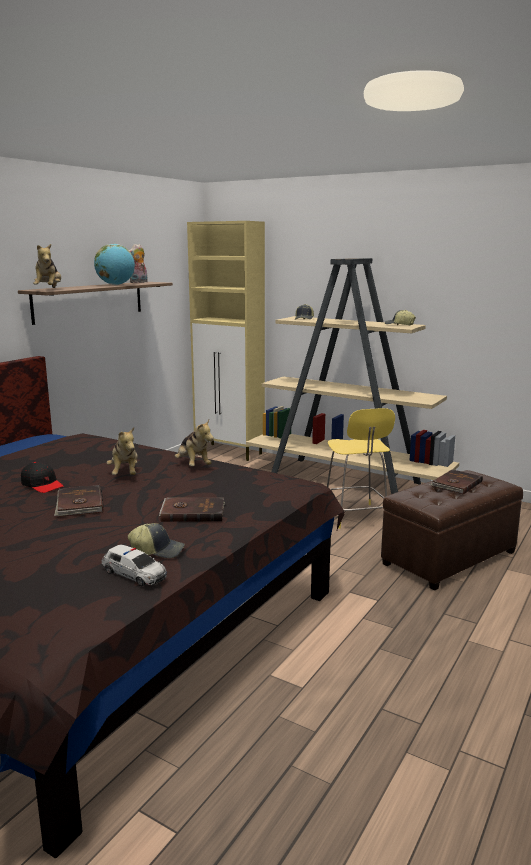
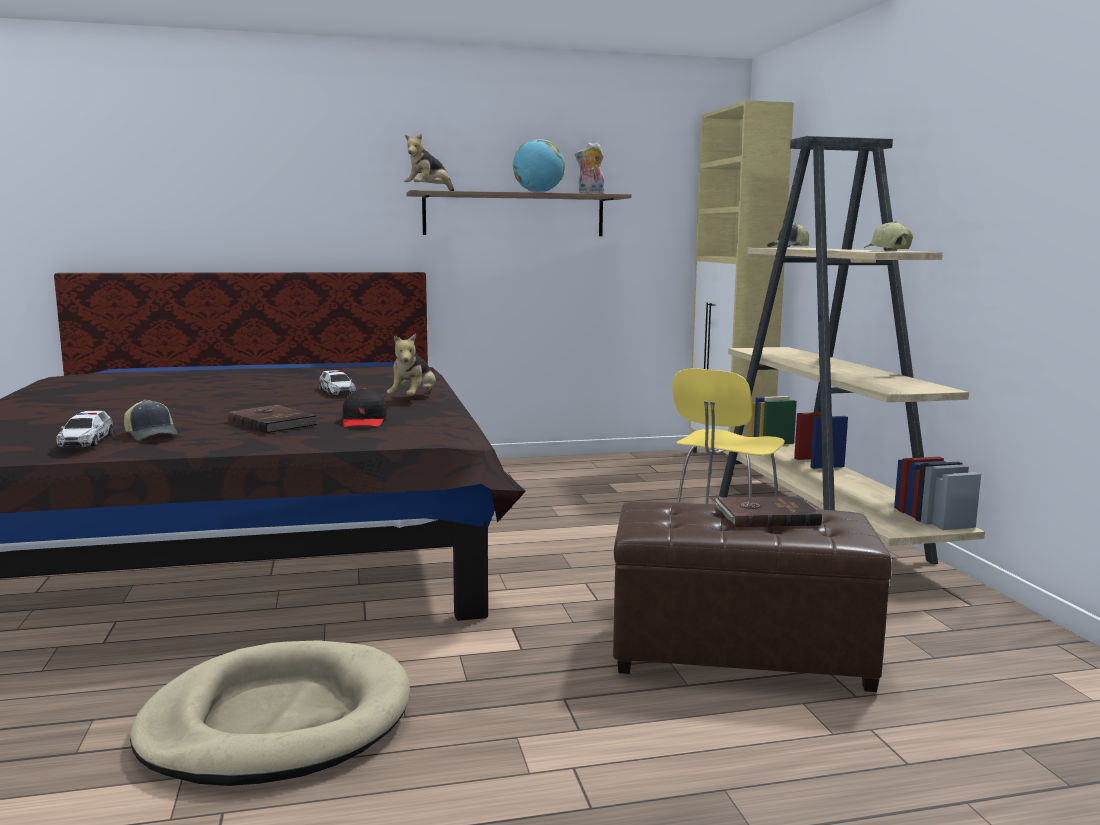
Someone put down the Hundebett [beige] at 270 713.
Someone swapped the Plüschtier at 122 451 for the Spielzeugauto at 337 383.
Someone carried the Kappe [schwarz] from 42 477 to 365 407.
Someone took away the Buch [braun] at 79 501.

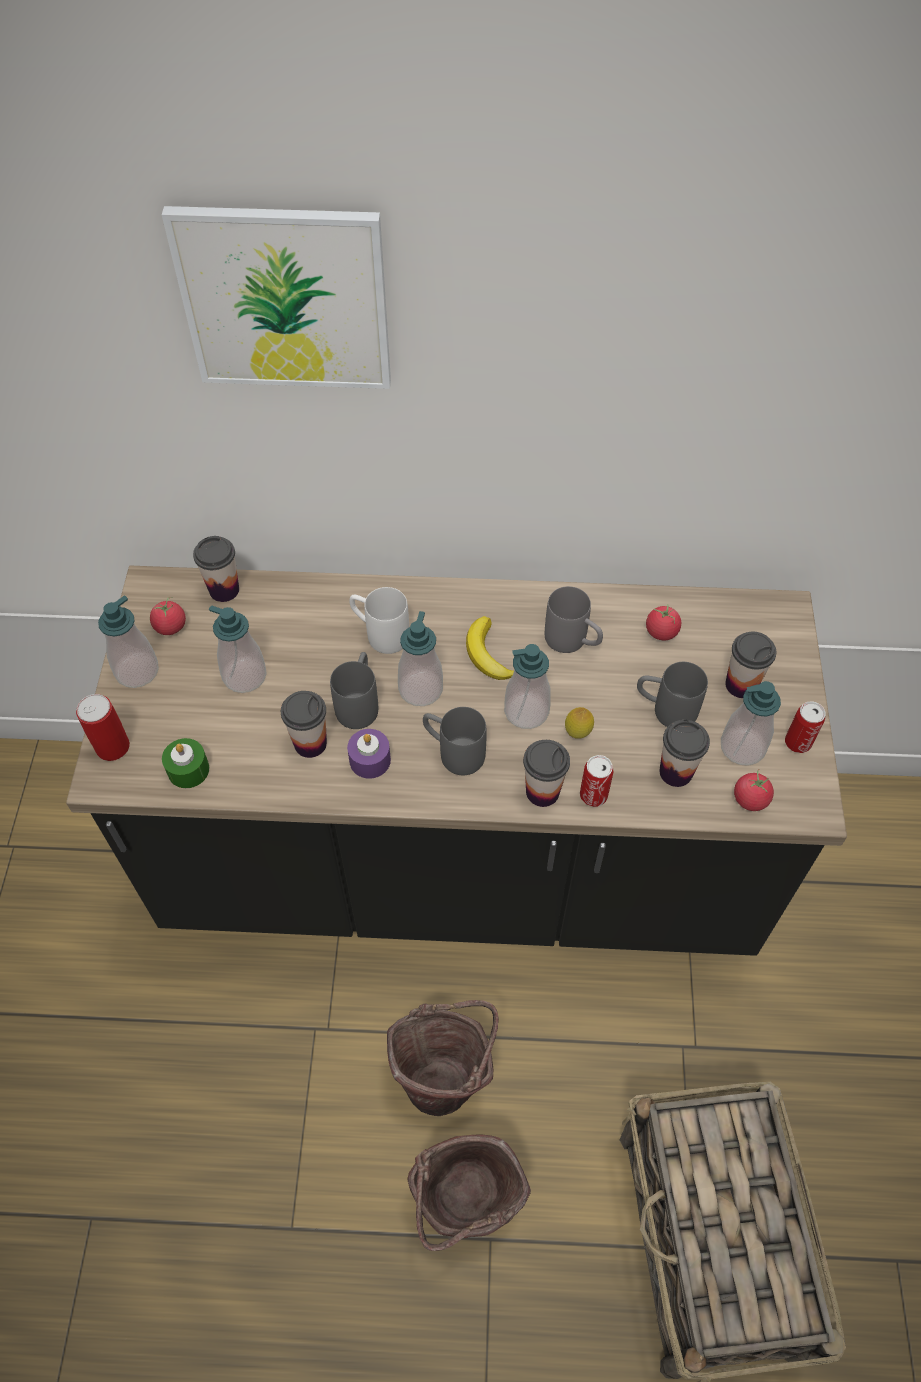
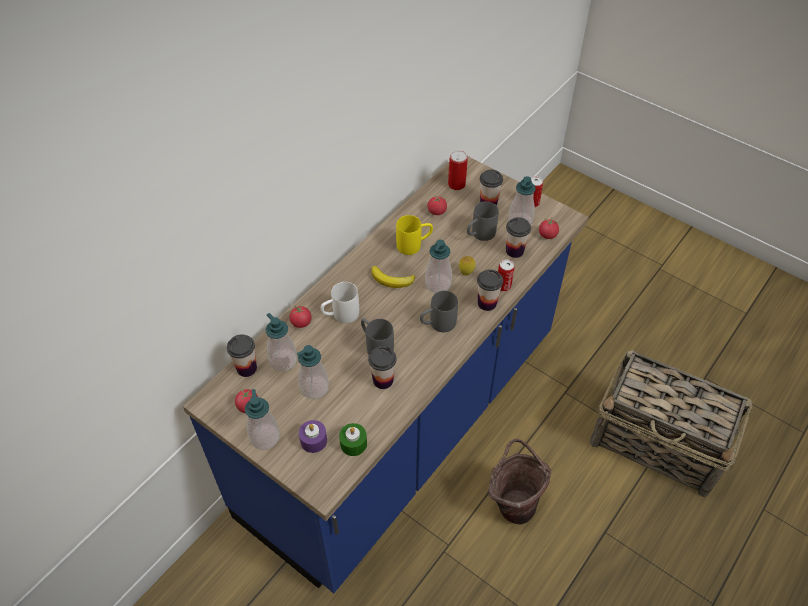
Someone repainted the Küchenzeile [schwarz] at 456 761, which became the Küchenzeile [blau] at 385 374.
Someone carried the Seifenspender from 420 658 to 281 342.
Someone put down the Tomate at 300 316.
Someone carried the Kerze [lila] from 369 754 to 313 436.
Someone repainted the Henkelbecher [grau] at 574 619, which became the Henkelbecher [gelb] at 414 235.
Someone carried the Dose from 103 727 to 458 170.
Someone took away the Bild at 276 297.
Someone took away the Eimer [braun] at 469 1193.

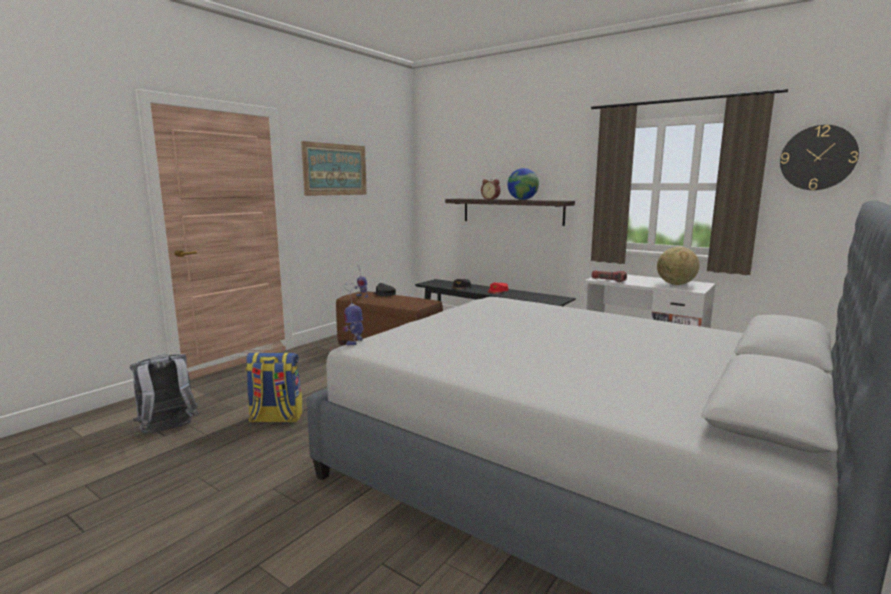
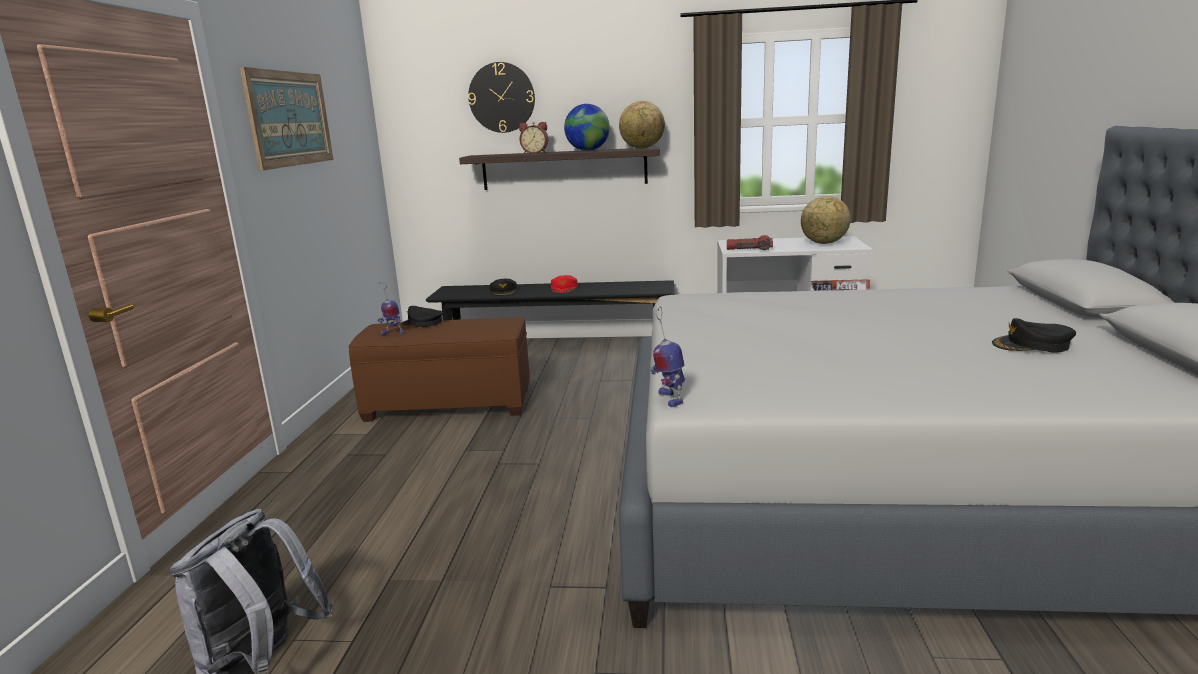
Someone carried the Wanduhr from 819 157 to 501 97.
Someone put down the Globus at 642 125.
Someone put down the Kappe [schwarz] at 1034 335.
Someone took away the Rucksack at 273 387.

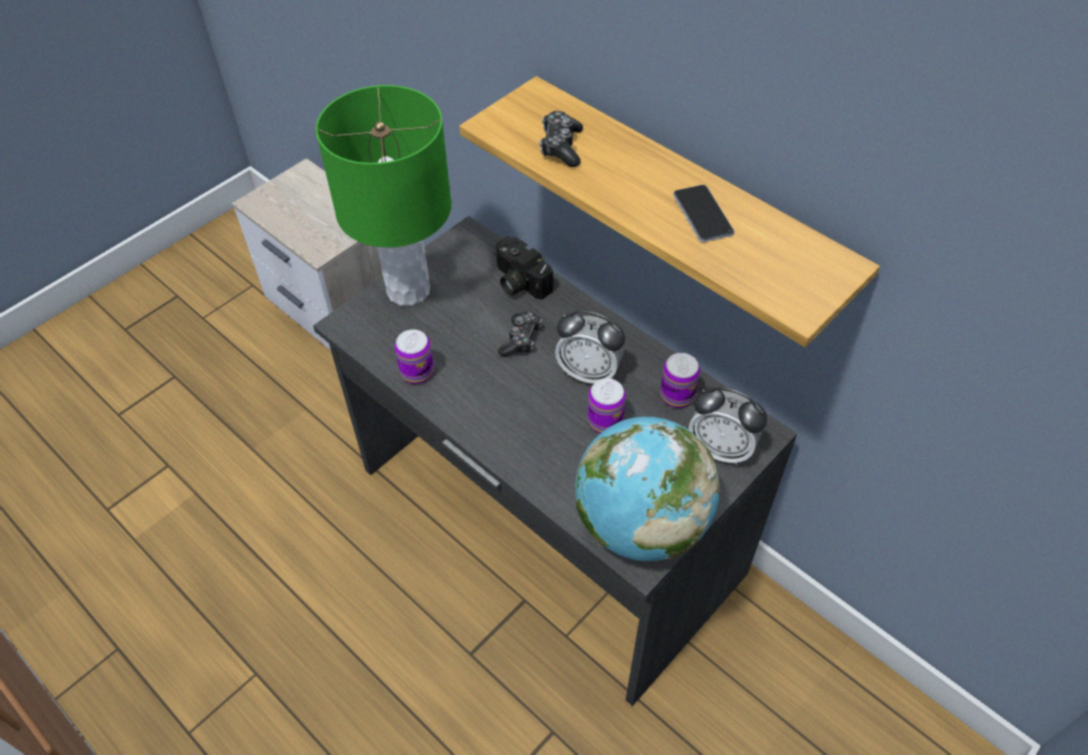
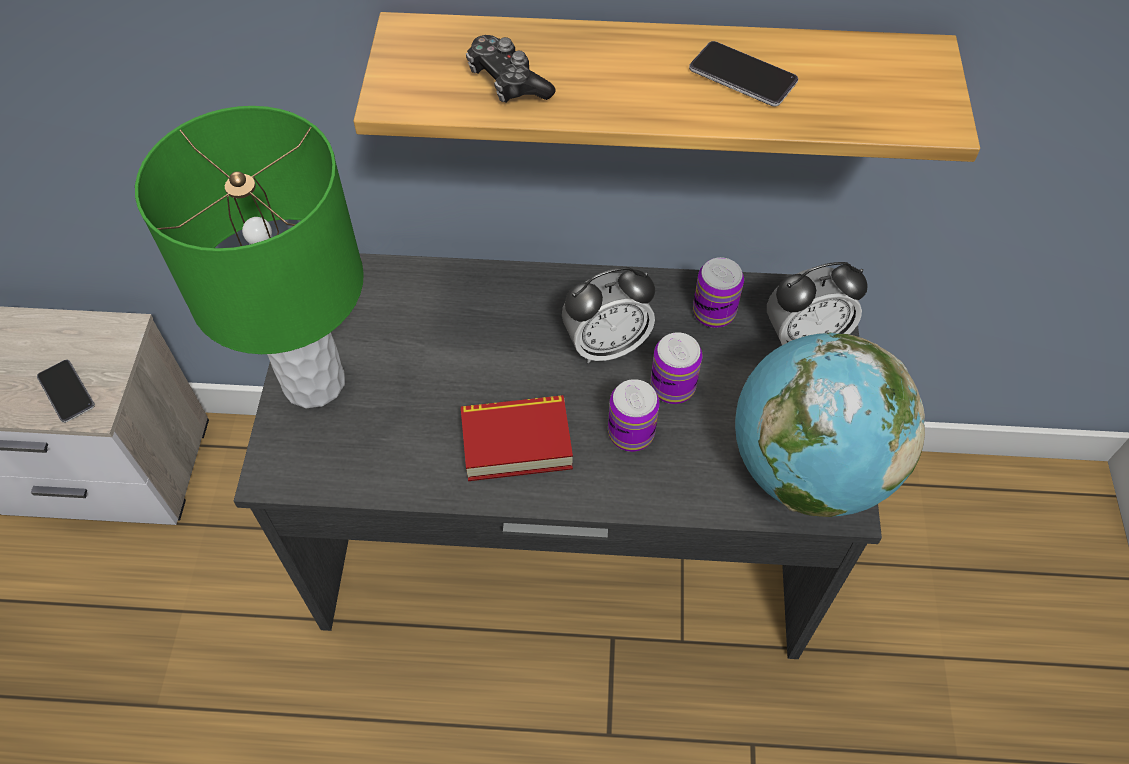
Someone put down the Handy at 66 391.
Someone put down the Buch at 517 438.
Someone carried the Dose from 414 356 to 634 415.
Someone took away the Kamera at 523 268.
Someone took away the Gamepad at 520 334.

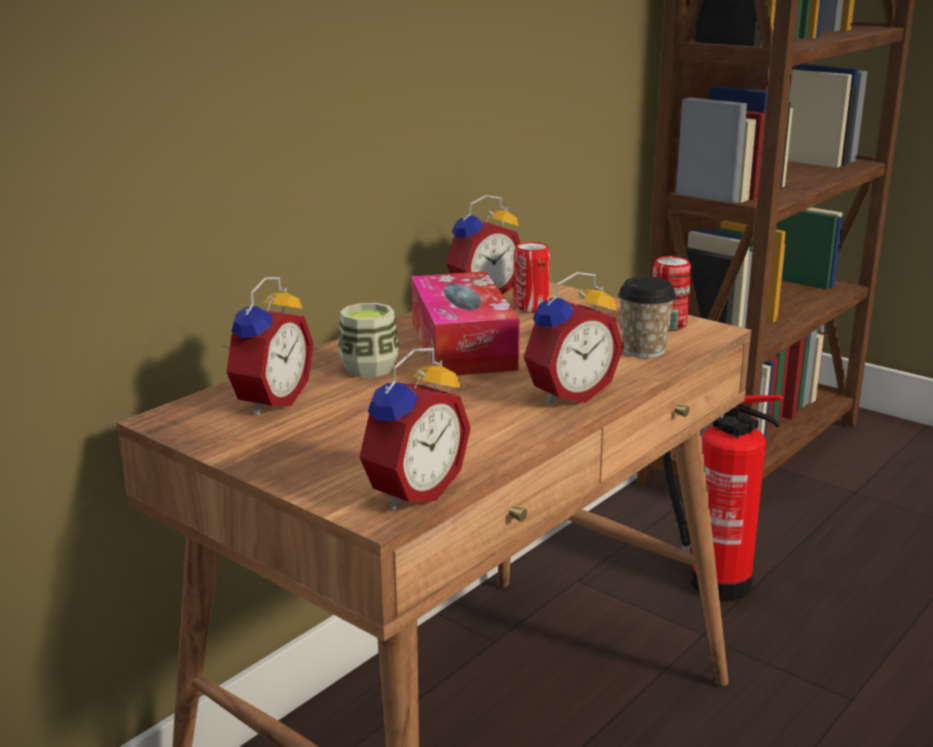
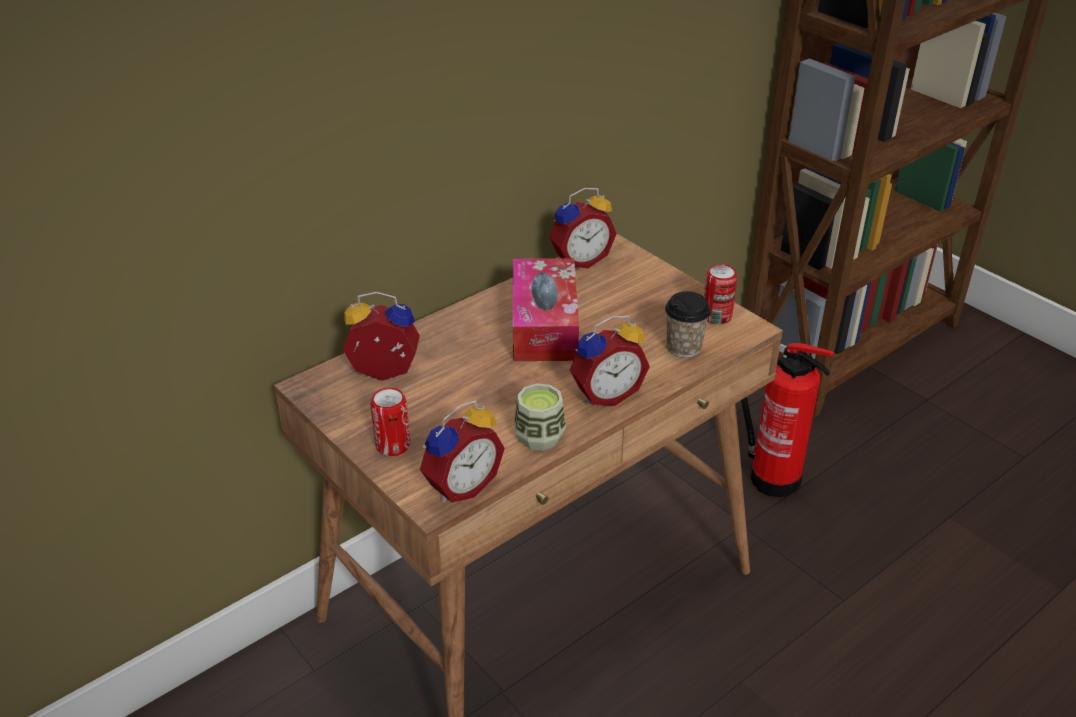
Someone rotated the Wecker at 268 346 by 120 degrees counterclockwise.
Someone carried the Dose from 531 277 to 390 422.
Someone carried the Tasse from 369 340 to 540 417.

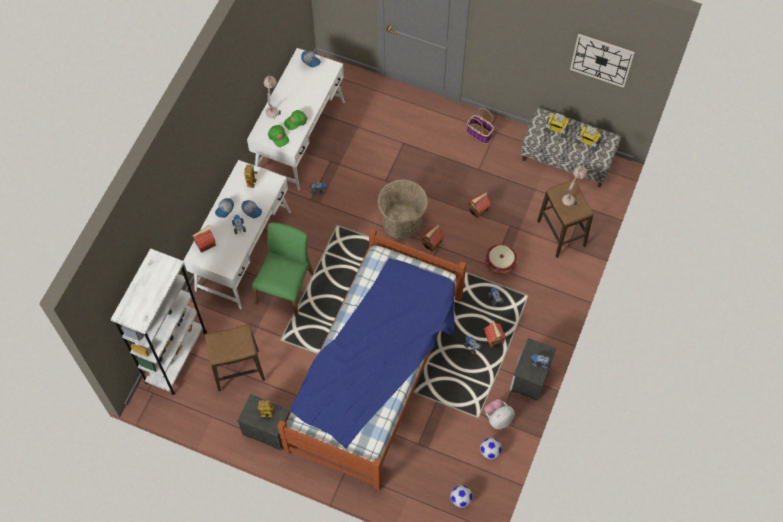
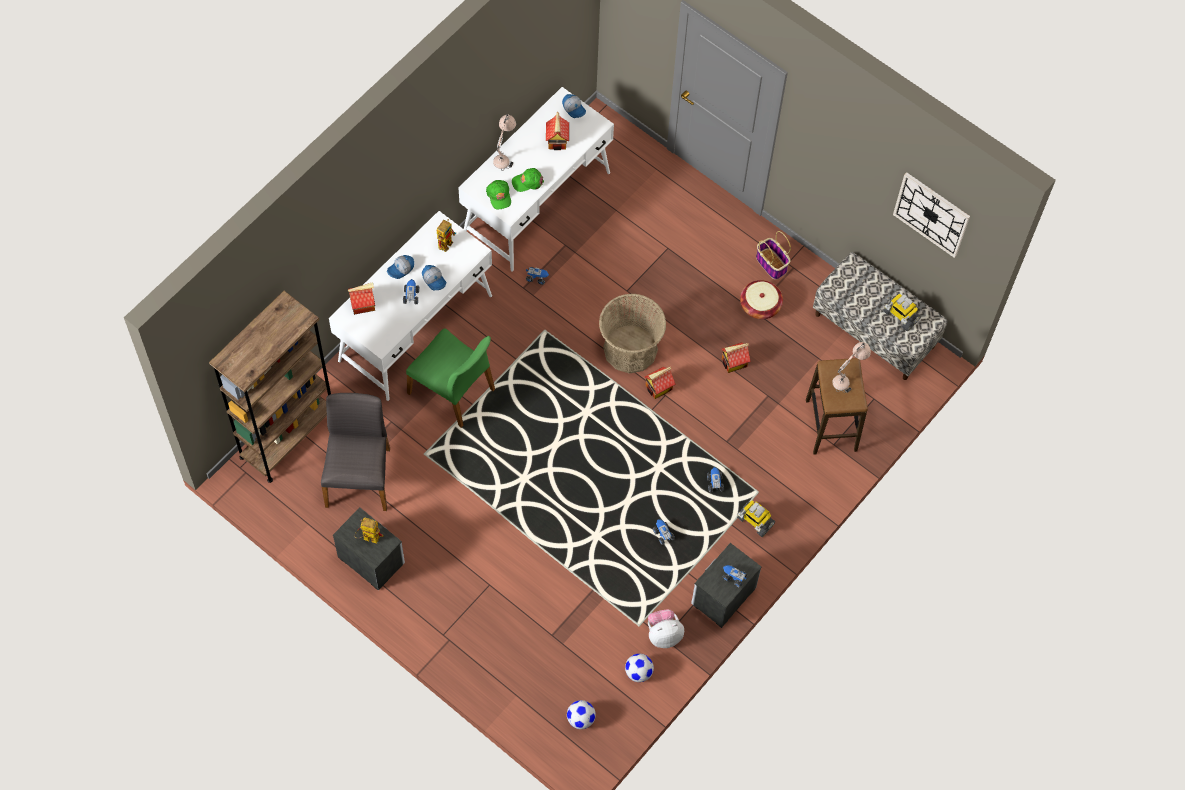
Someone repainted the Bücherregal [weiß] at 158 321, which became the Bücherregal [braun] at 270 387.
Someone swapped the Hocker at 235 358 for the Stuhl [grau] at 355 452.
Someone rotated the Stuhl [grün] at 283 270 by 90 degrees clockwise.
Someone carried the Spielzeughaus from 495 334 to 557 131.
Someone carried the Spielzeugroboter from 557 125 to 756 518.
Someone carried the Korb from 501 259 to 761 299.
Someone took away the Bett at 371 359.

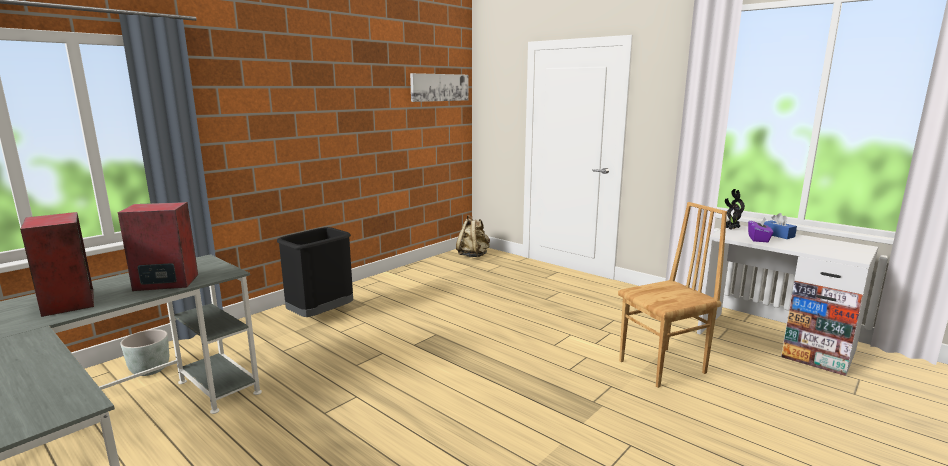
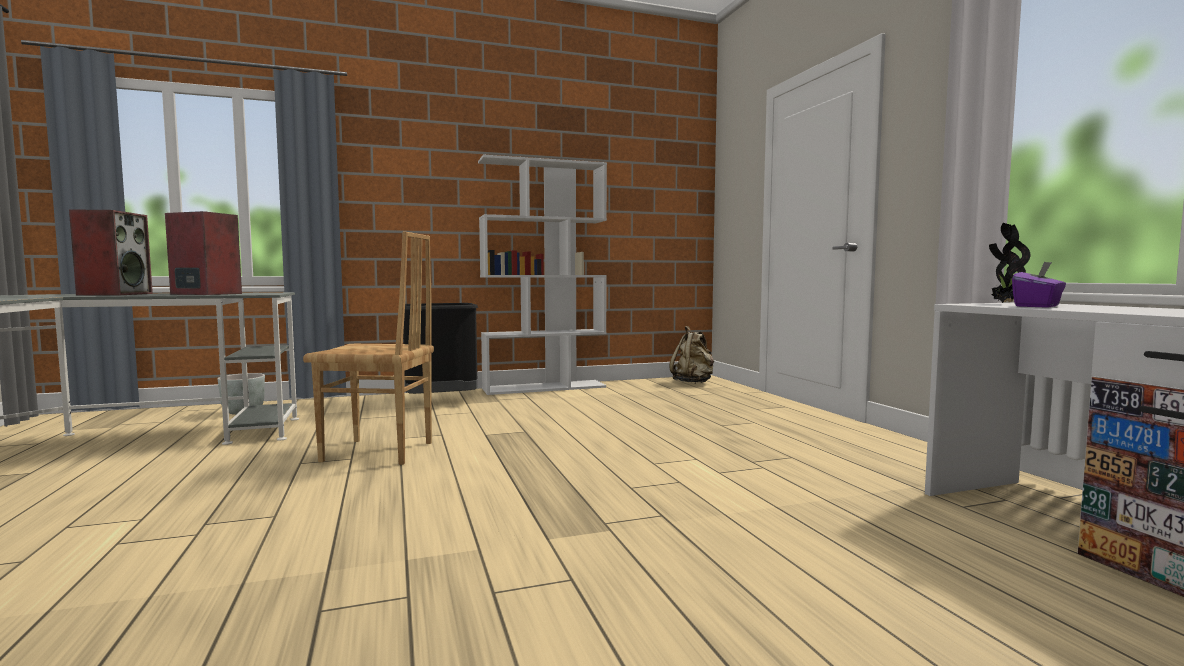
Someone carried the Stuhl [braun] from 672 295 to 368 348.
Someone put down the Bücherregal [weiß] at 542 275.
Someone took away the Bild at 439 87.
Someone took away the Taschentuchbox [blau] at 780 226.

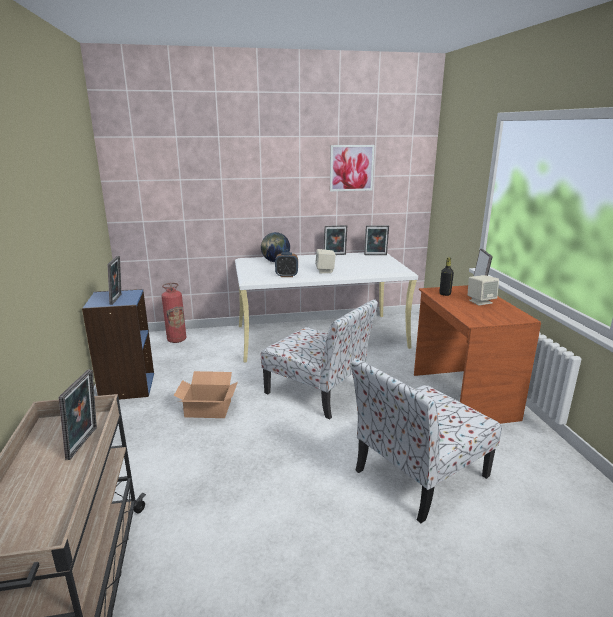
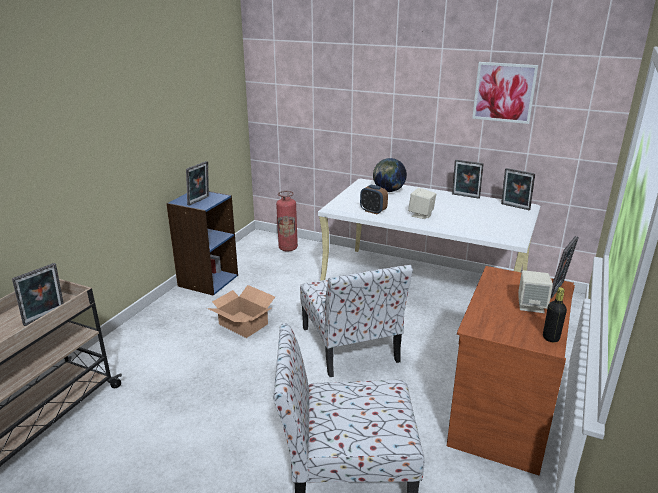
Someone carried the Flasche [schwarz] from 446 277 to 555 315.

